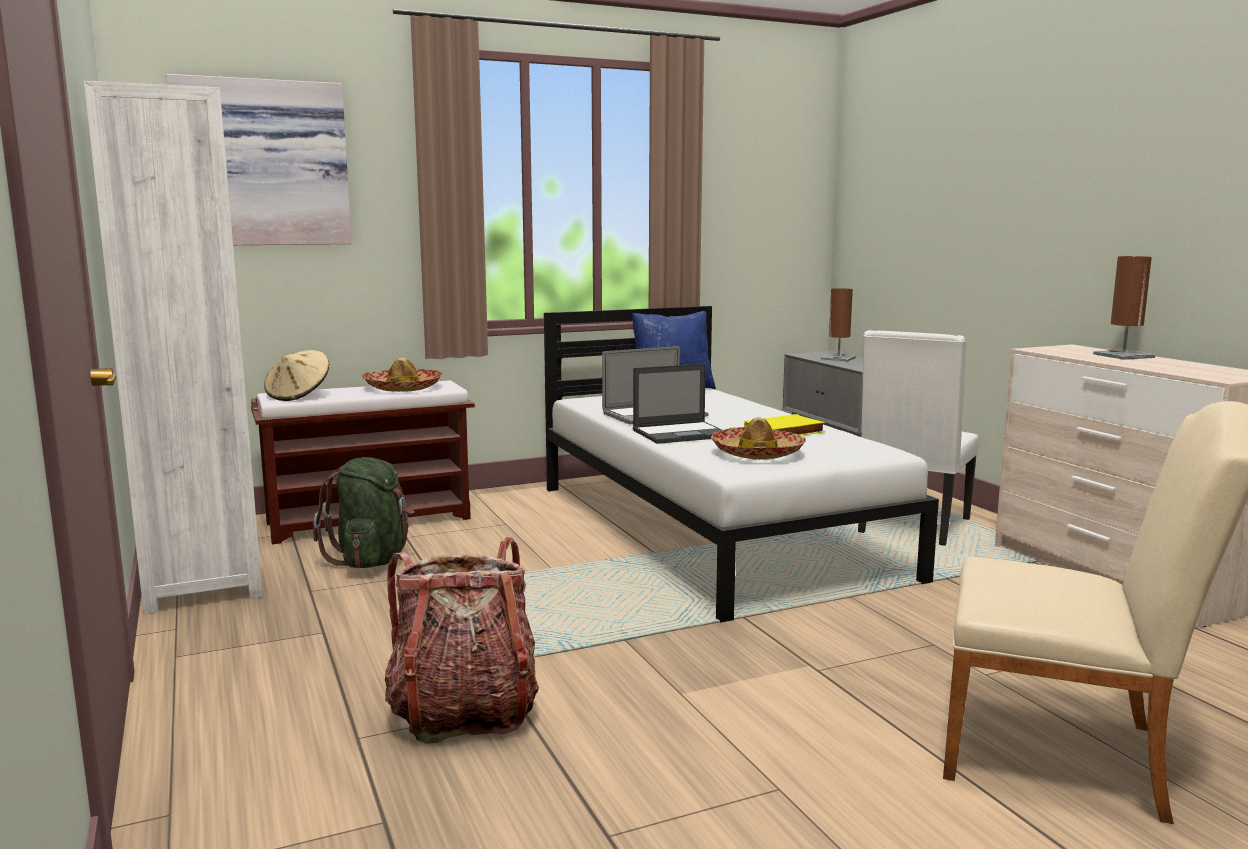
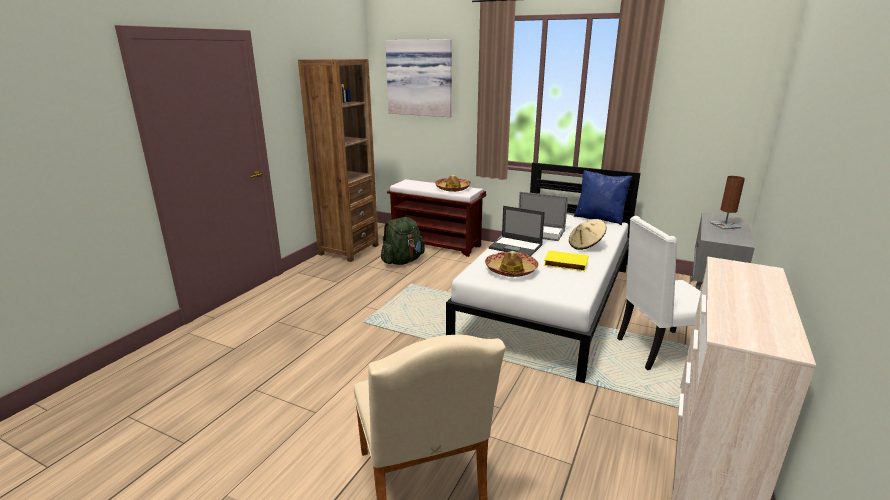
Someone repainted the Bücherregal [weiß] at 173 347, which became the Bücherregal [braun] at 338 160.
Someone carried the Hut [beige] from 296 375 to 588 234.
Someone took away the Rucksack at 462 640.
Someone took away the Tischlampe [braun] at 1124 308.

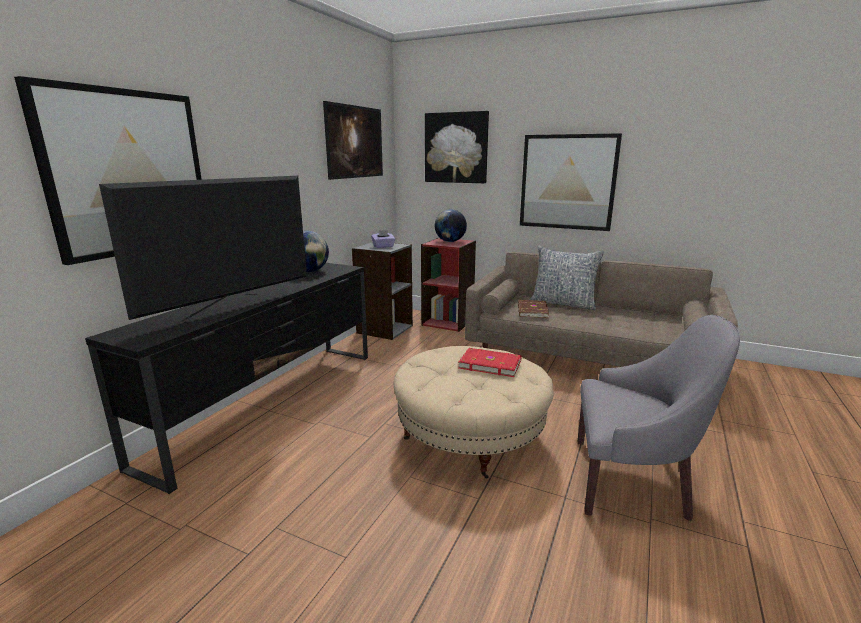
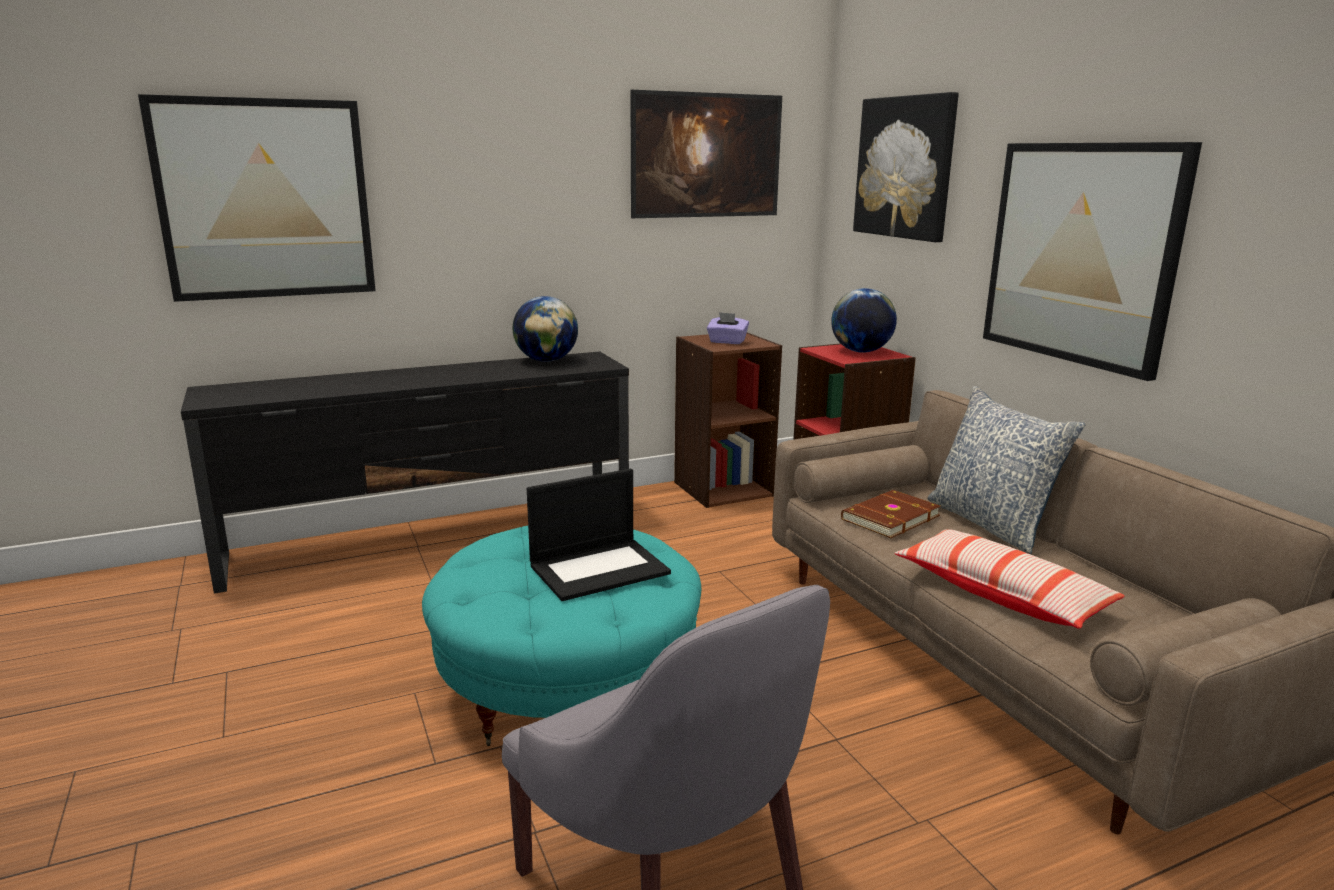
Someone repainted the Polsterhocker [beige] at 473 412, which became the Polsterhocker [türkis] at 561 636.
Someone swapped the Buch [rot] at 490 362 for the Laptop at 599 535.
Someone repainted the Bücherregal [grau] at 382 291, which became the Bücherregal [braun] at 728 420.
Someone put down the Kissen at 1010 579.
Someone took away the Fernseher at 203 250.

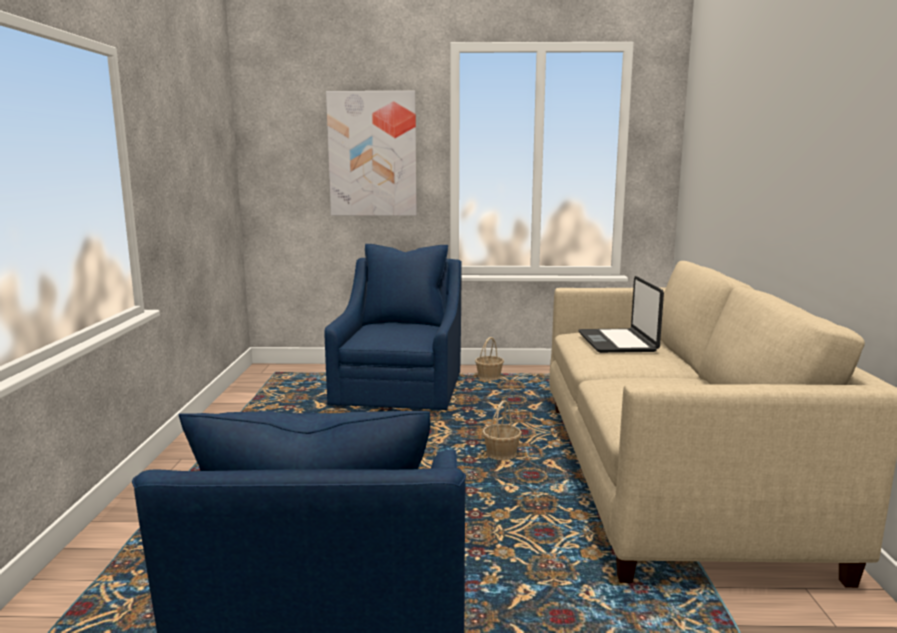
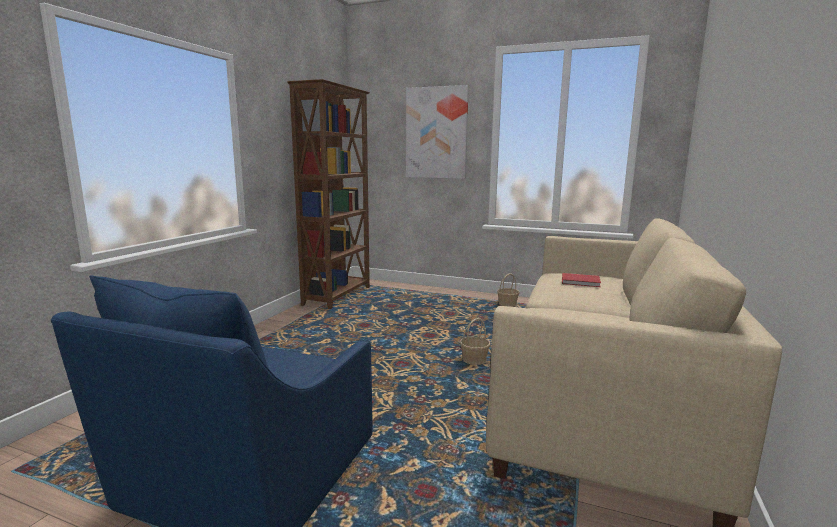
Someone put down the Bücherregal [braun] at 328 194.
Someone swapped the Laptop at 621 314 for the Buch [rot] at 581 280.
Someone took away the Sessel [blau] at 393 327.

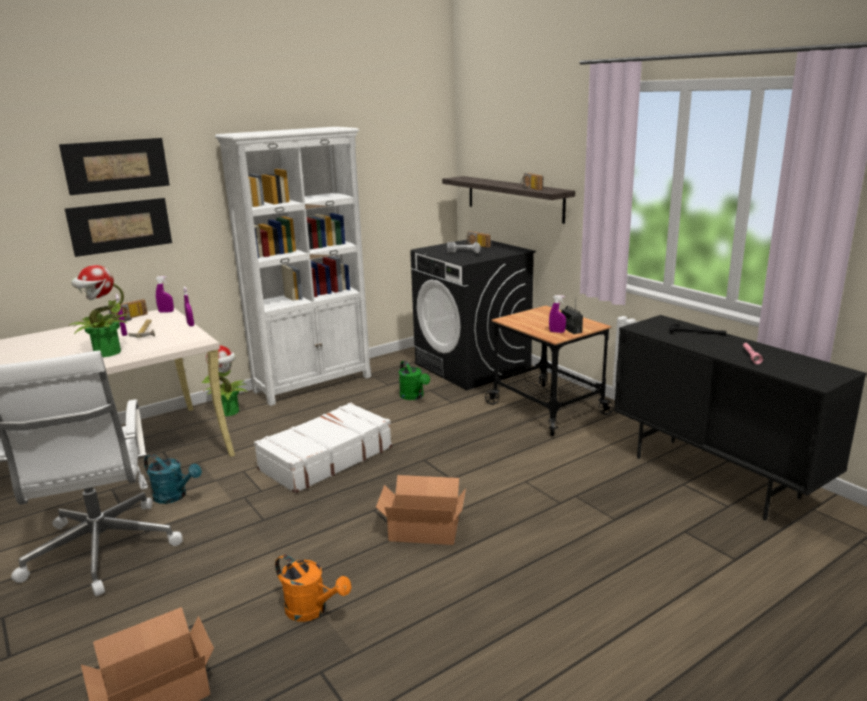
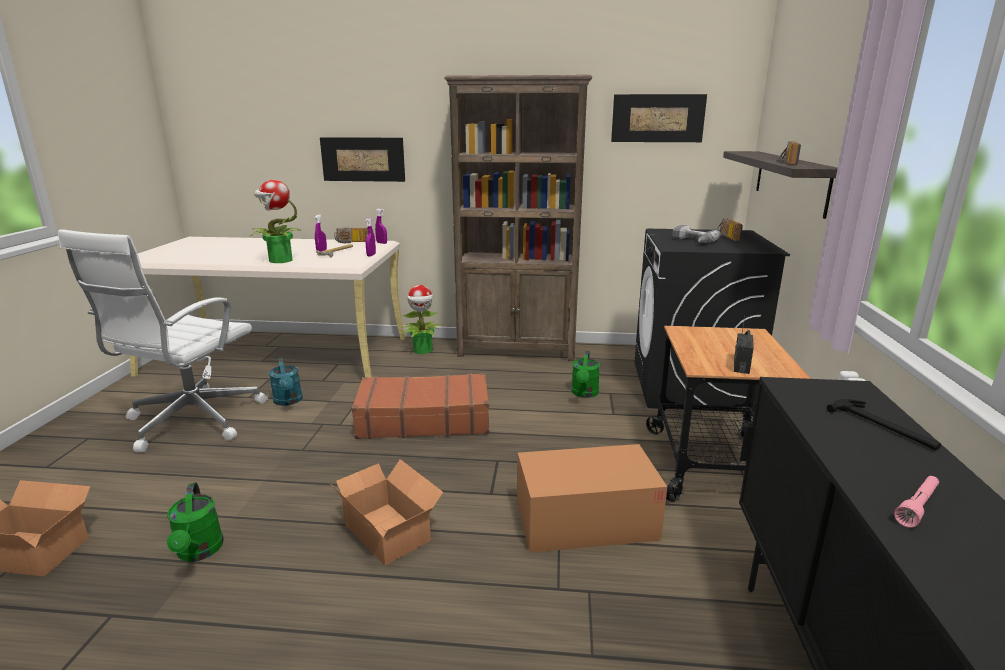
Someone repainted the Gießkanne [orange] at 313 588, which became the Gießkanne [grün] at 195 522.
Someone repainted the Koffer [weiß] at 323 448, which became the Koffer [braun] at 420 406.
Someone repainted the Bücherregal [weiß] at 293 266, which became the Bücherregal [braun] at 518 218.
Someone put down the Karton at 592 498.
Someone carried the Bild from 114 166 to 659 118.
Someone took away the Sprühflasche [lila] at 557 314.

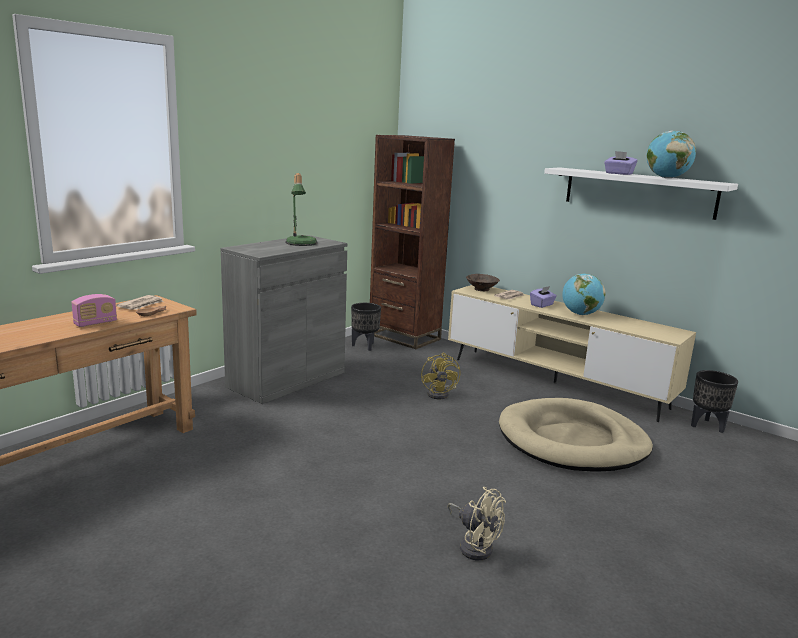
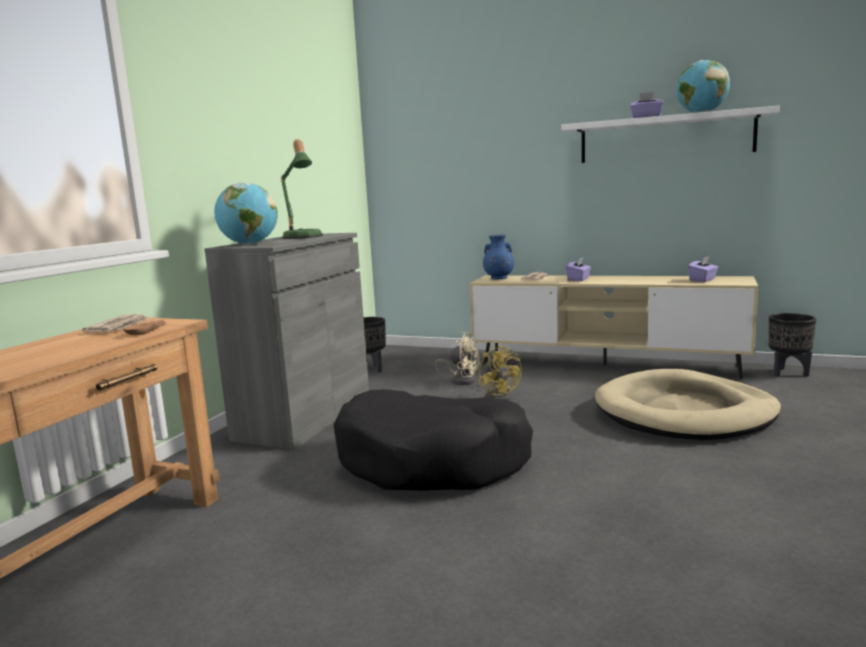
Someone carried the Globus from 584 294 to 245 213.
Someone put down the Hundebett [schwarz] at 433 440.
Someone carried the Ventilator [beige] from 477 523 to 457 358.
Someone swapped the Schüssel [braun] at 483 282 for the Vase [blau] at 498 257.
Someone put down the Taschentuchbox [lila] at 703 269.
Someone took away the Radio at 94 310.
Someone took away the Bücherregal [braun] at 412 242.

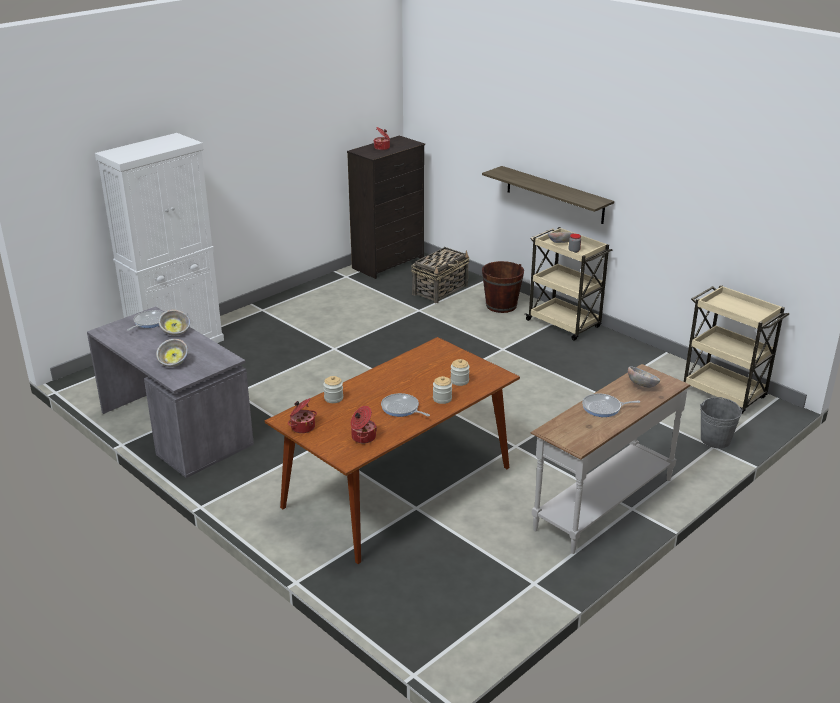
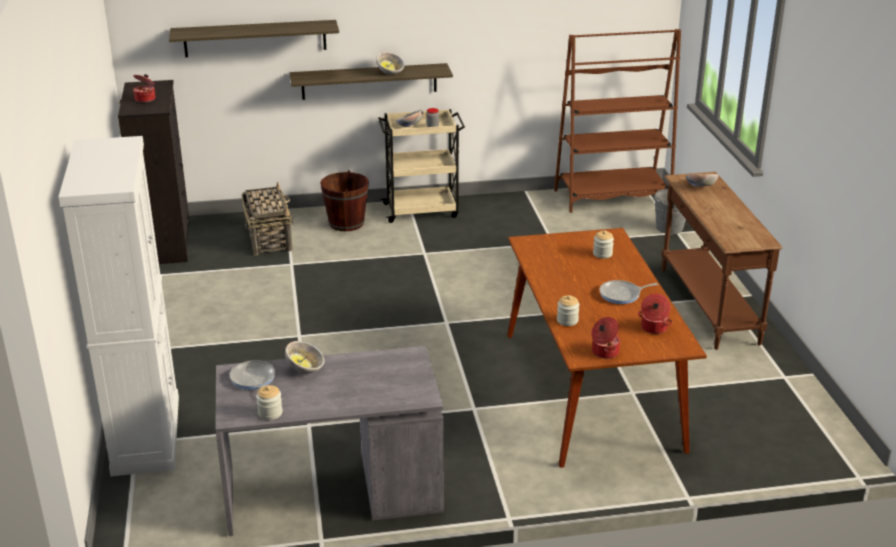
Someone put up the Wandregal at 254 38.
Someone carried the Vorratsglas from 442 390 to 269 402.
Someone carried the Schüssel from 172 353 to 390 63.
Someone swapped the Rollwagen [beige] at 736 350 for the Bücherregal [braun] at 617 121.
Someone repainted the Konsolentisch [weiß] at 611 459, which became the Konsolentisch [braun] at 721 261.
Someone took away the Pfanne at 611 405.

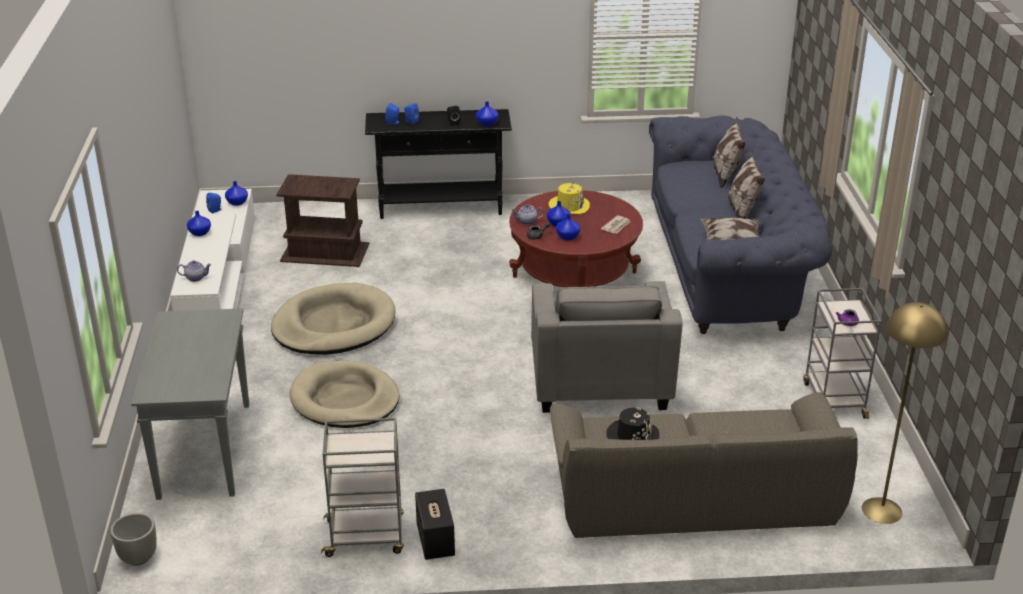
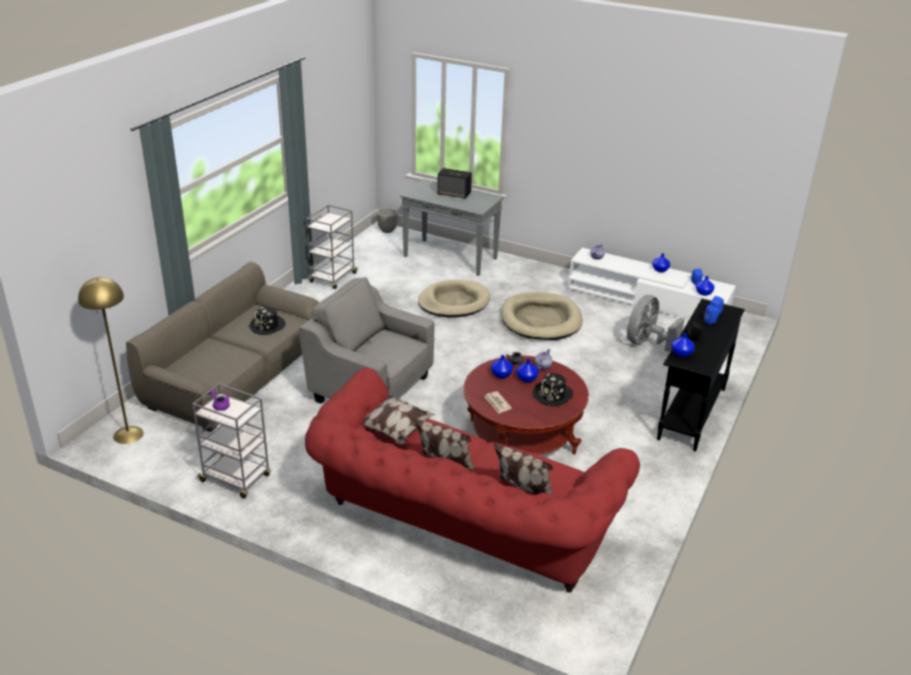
Someone repainted the Sofa [blau] at 740 225, which became the Sofa [rot] at 472 480.
Someone carried the Lautsprecher from 435 524 to 454 183.
Someone repainted the Hut [gelb] at 569 198, which became the Hut [schwarz] at 553 390.
Someone swapped the Beistelltisch [braun] at 323 220 for the Ventilator [grau] at 656 323.

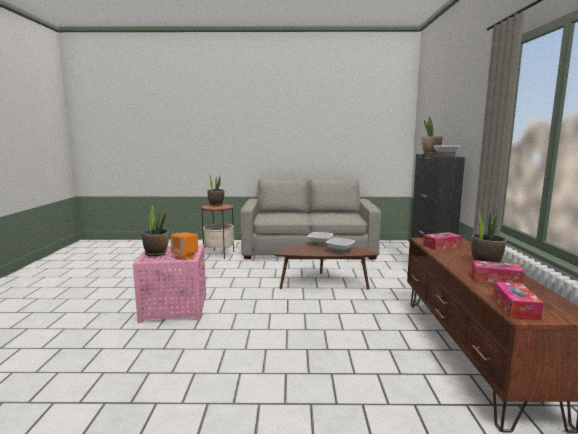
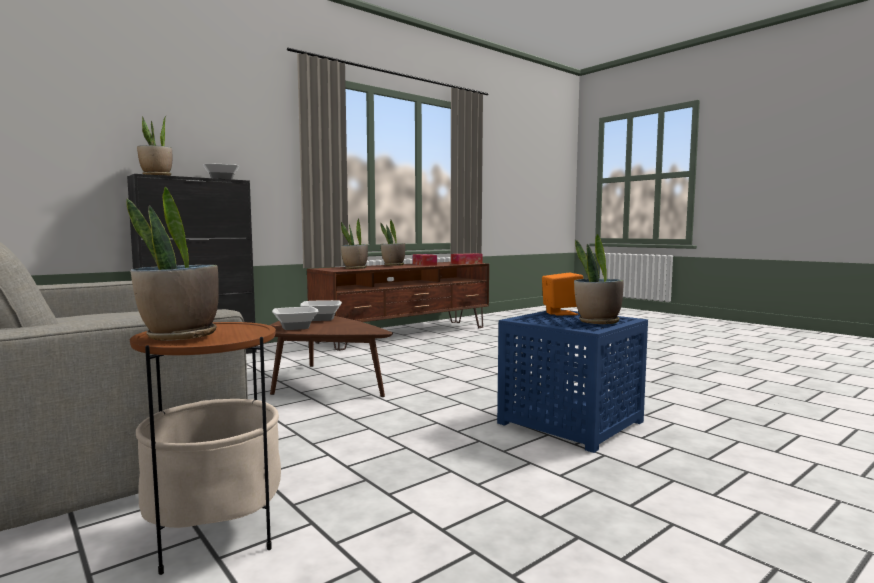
Someone swapped the Taschentuchbox at 442 241 for the Topfpflanze at 354 244.
Someone repainted the Beistelltisch [rosa] at 169 284, which became the Beistelltisch [blau] at 572 382.

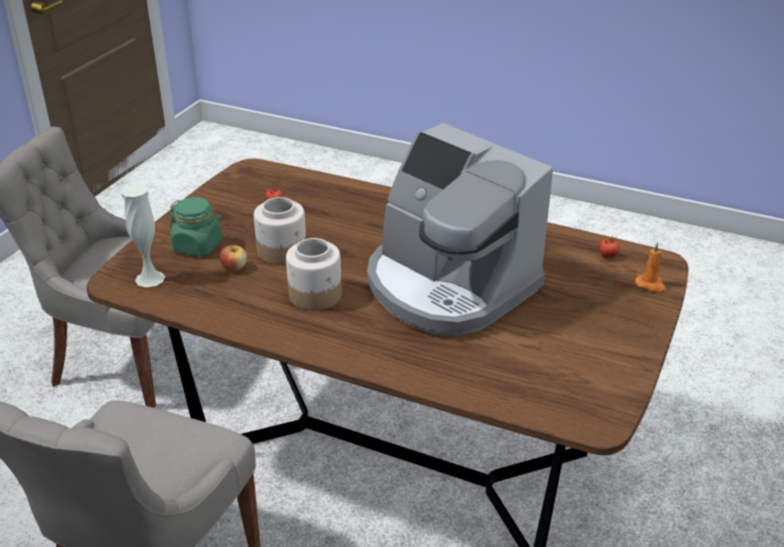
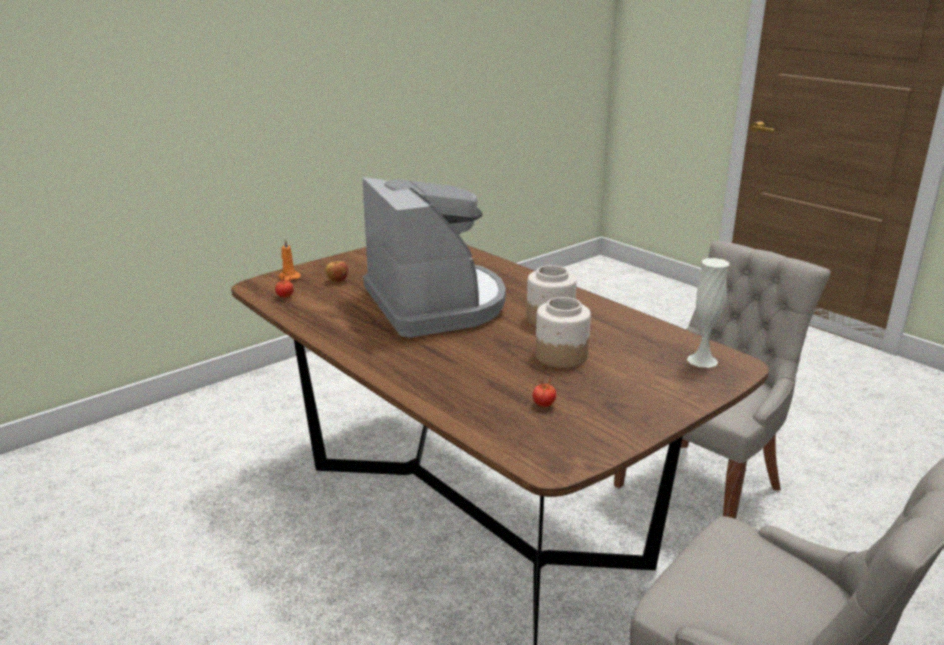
Someone carried the Apfel from 233 258 to 336 271.
Someone took away the Vorratsglas [grün] at 195 227.

